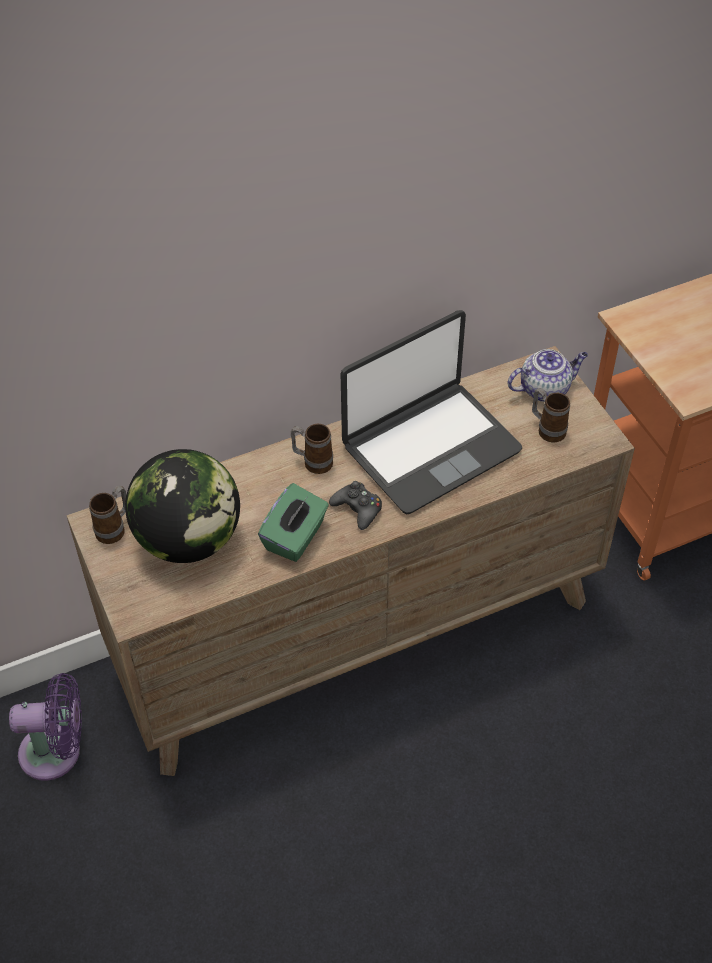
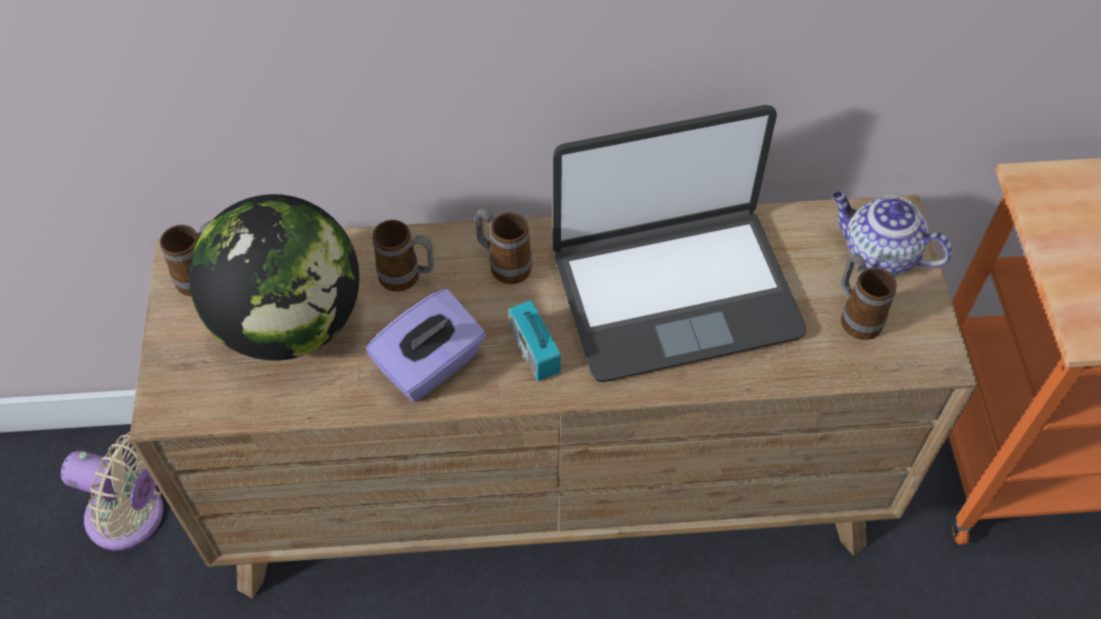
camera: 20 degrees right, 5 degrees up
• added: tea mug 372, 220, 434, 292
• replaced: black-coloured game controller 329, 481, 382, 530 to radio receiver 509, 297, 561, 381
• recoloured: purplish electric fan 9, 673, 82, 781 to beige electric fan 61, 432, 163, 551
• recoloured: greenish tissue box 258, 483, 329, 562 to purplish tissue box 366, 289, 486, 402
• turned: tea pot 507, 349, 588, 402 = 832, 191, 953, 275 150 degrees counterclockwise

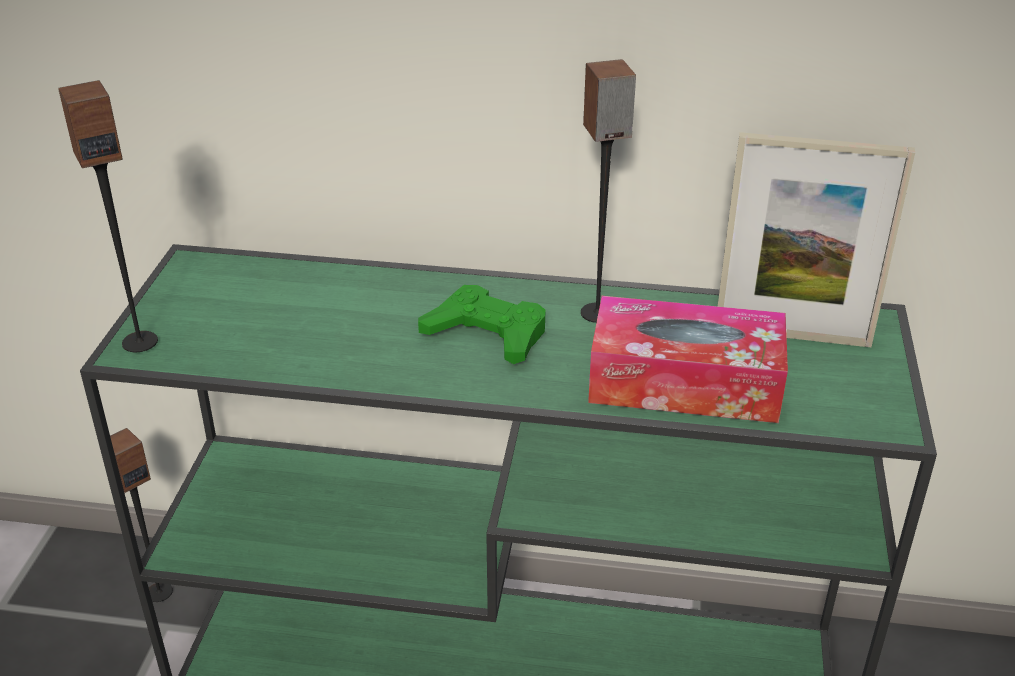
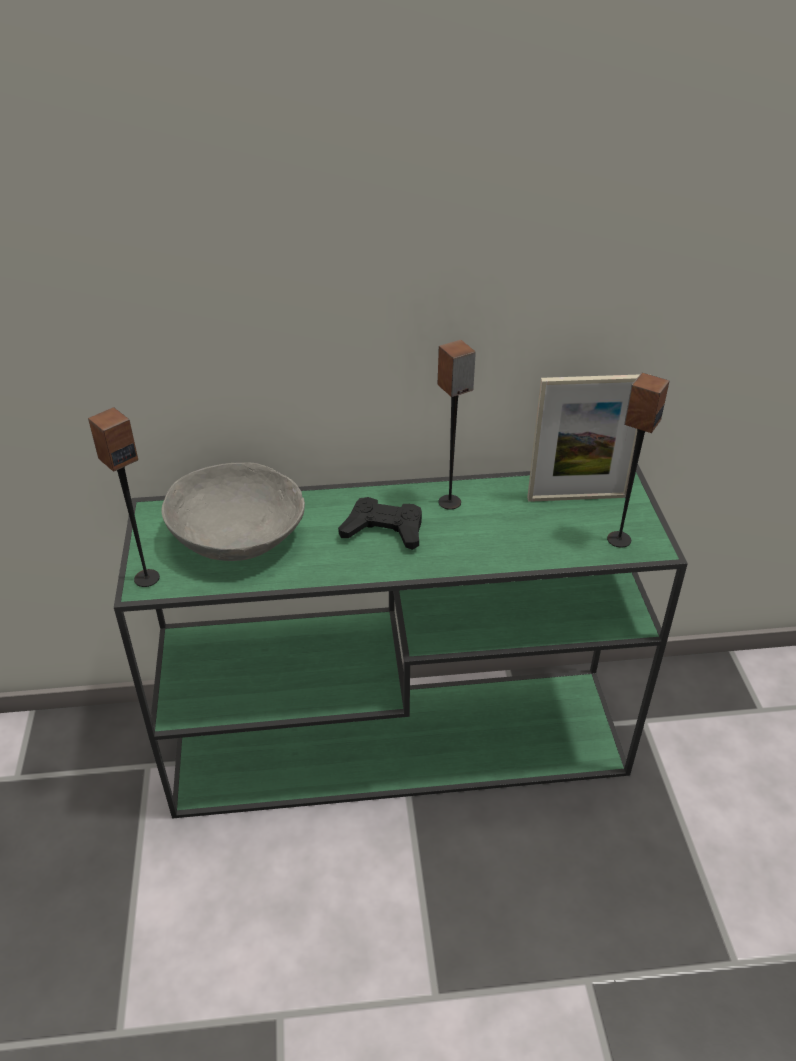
camera: 15 degrees left, 5 degrees up
• removed: tissue box 588, 296, 788, 423
• added: grey bowl 161, 462, 305, 561
• moved: loudspeaker 110, 428, 173, 602 to 607, 373, 669, 548
• recoloured: greenish game controller 418, 285, 545, 364 to black-coloured game controller 338, 497, 422, 550

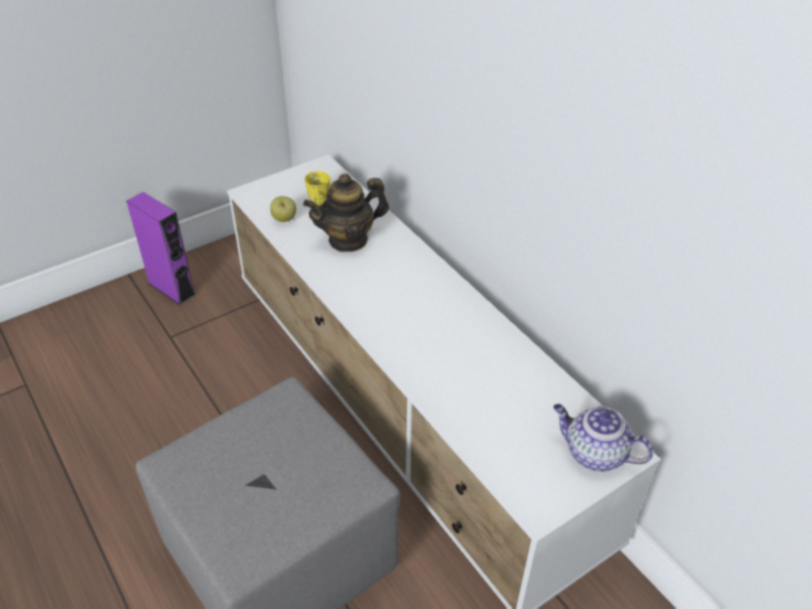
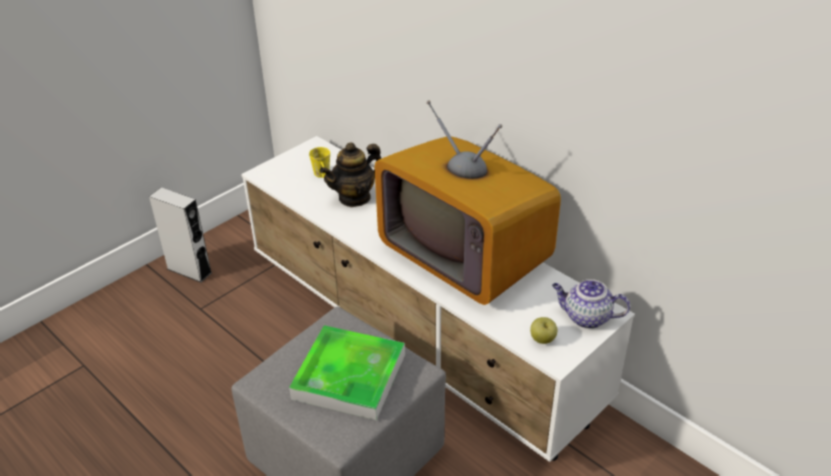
camera: 10 degrees left, 5 degrees down
• added: carrying tray 289, 325, 405, 420
• added: television 375, 100, 561, 305
• moved: apple fruit 270, 196, 296, 222 to 530, 317, 557, 344
• recoloured: purplish loudspeaker 126, 192, 196, 305 to grey loudspeaker 149, 187, 212, 283

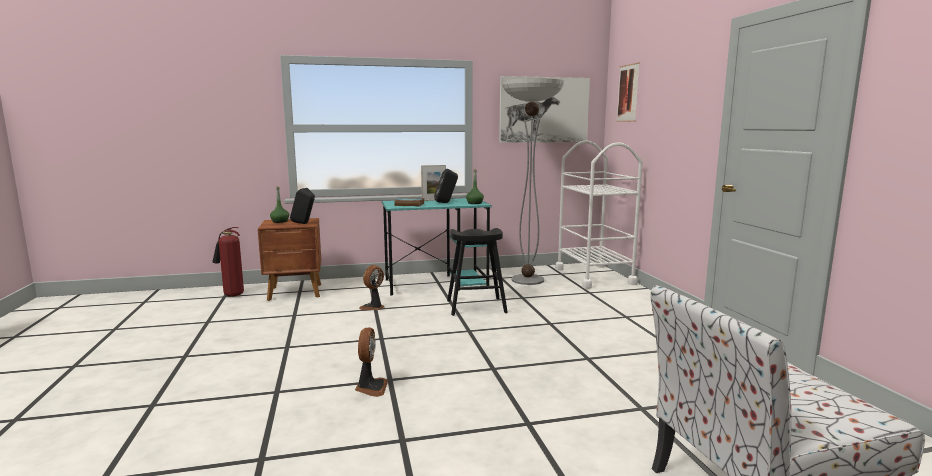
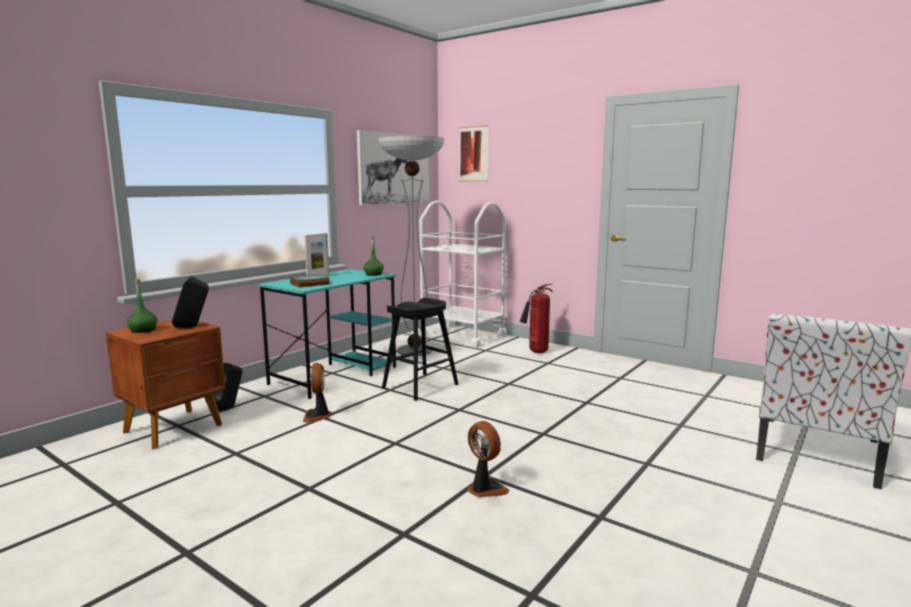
camera: 40 degrees left, 0 degrees up
• moved: extinguisher 212, 227, 244, 297 to 520, 284, 553, 353
• moved: black-coloured loudspeaker 434, 169, 458, 203 to 213, 363, 242, 411

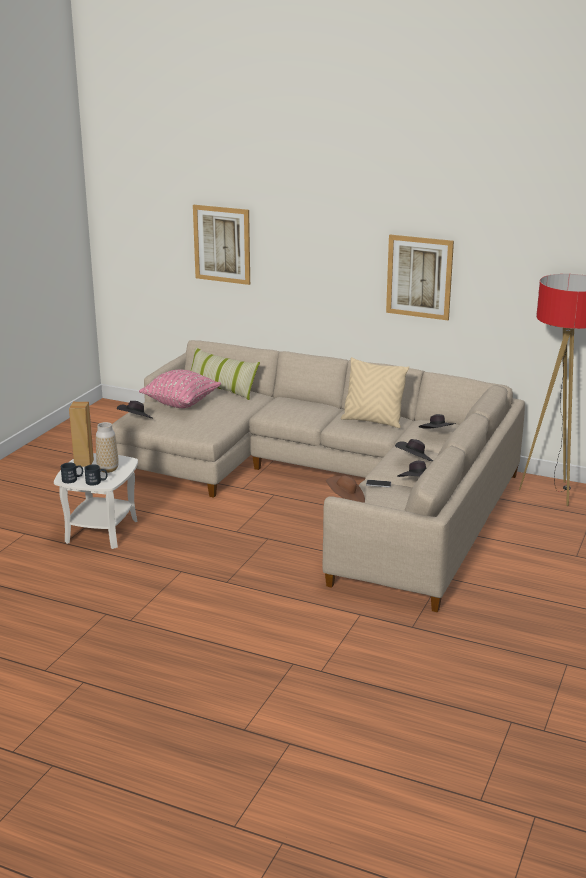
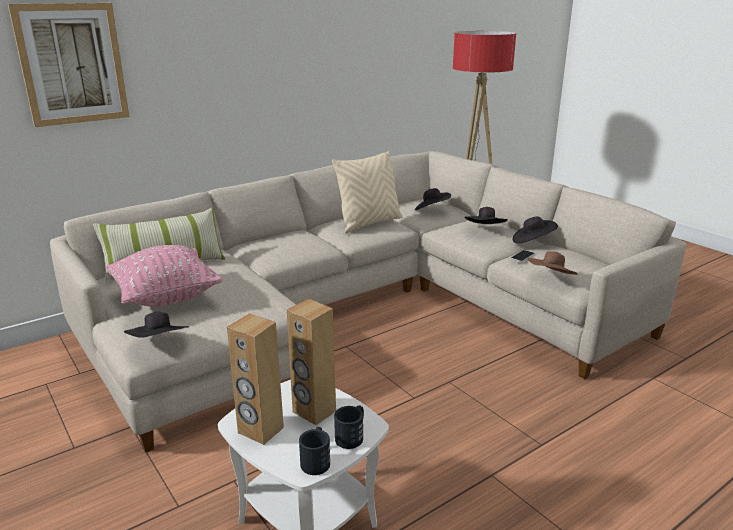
camera: 60 degrees left, 0 degrees up
• removed: wall art 386, 235, 454, 320
• replaced: flower vase 96, 422, 119, 473 to brown loudspeaker 287, 299, 336, 425

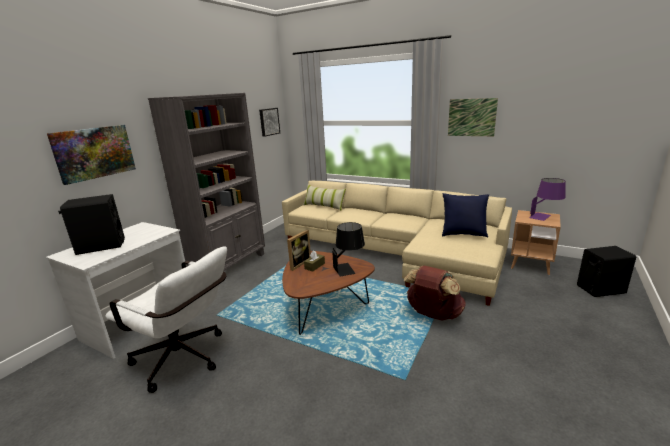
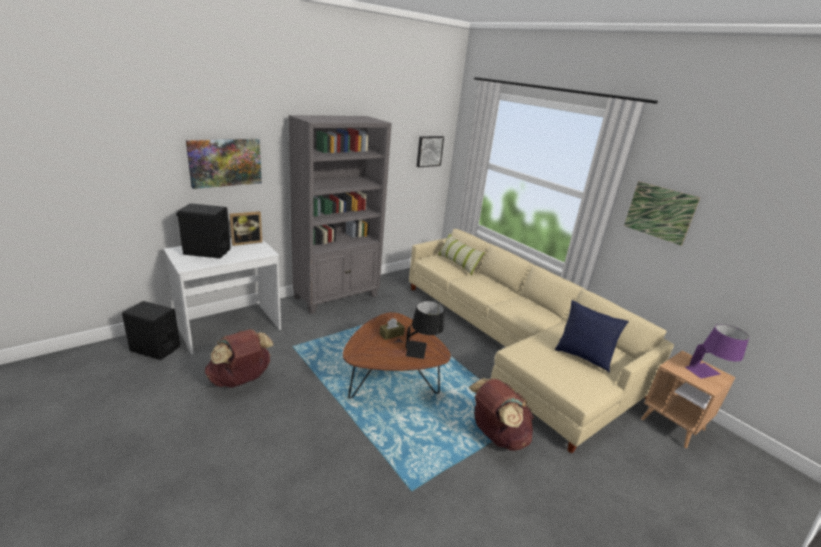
camera: 20 degrees right, 5 degrees up
• moved: photo frame 287, 230, 311, 271 to 229, 211, 262, 246
• moved: black-coloured loudspeaker 577, 246, 636, 297 to 122, 301, 180, 360
• replaced: white-coloured computer chair 105, 246, 227, 393 to brown rucksack 205, 329, 274, 388

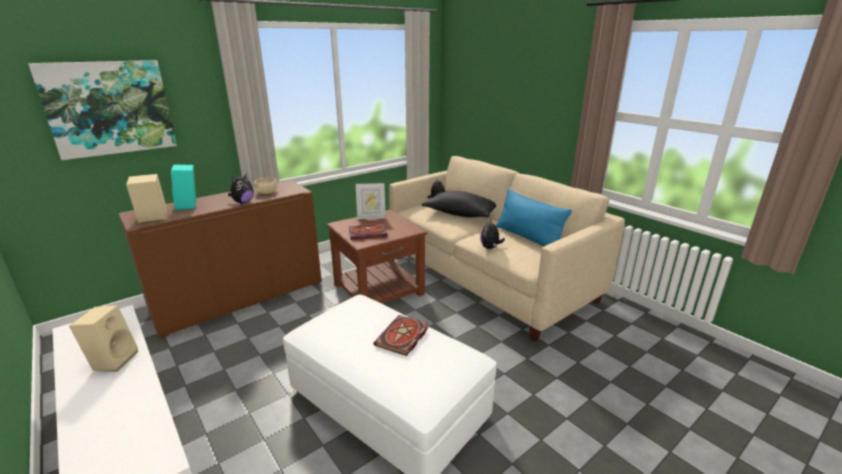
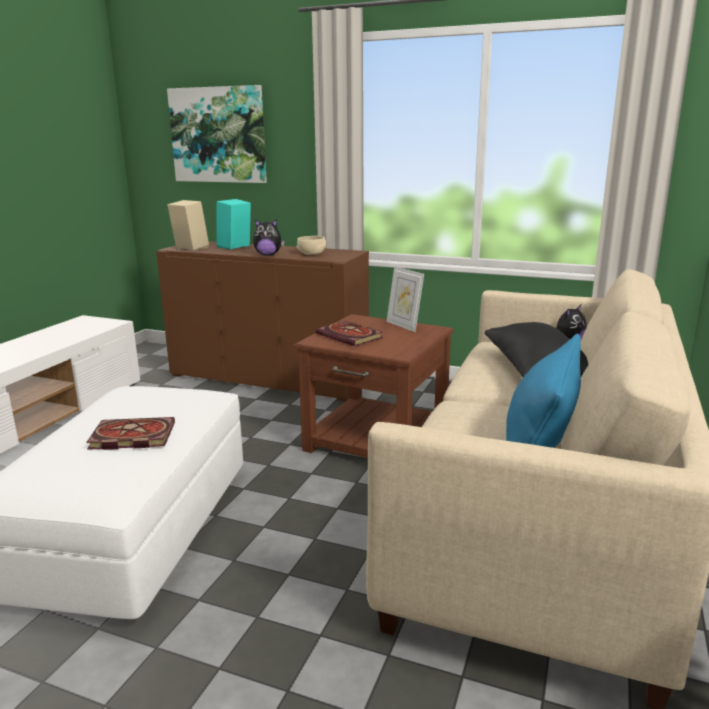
camera: 60 degrees right, 5 degrees down
• removed: beige loudspeaker 69, 305, 138, 372
• removed: plush toy 480, 219, 505, 249

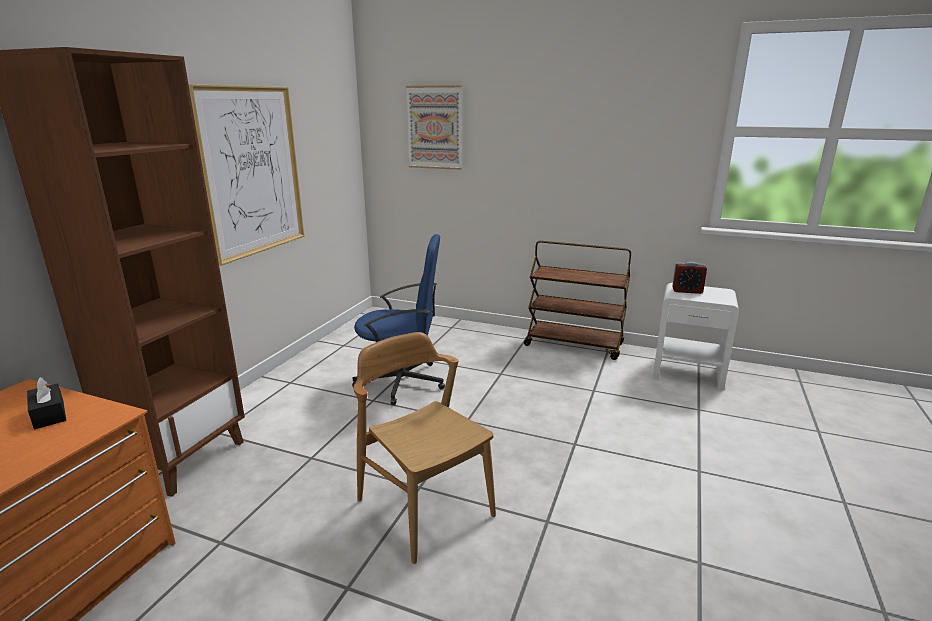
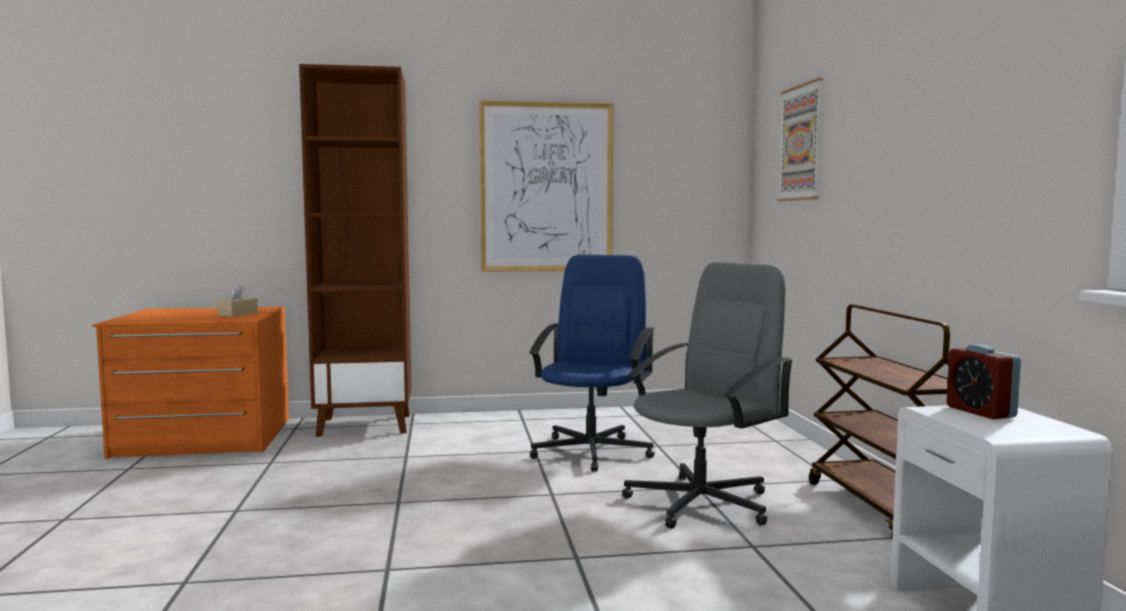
camera: 60 degrees right, 15 degrees down
• removed: brown chair 353, 332, 496, 564
• added: grey computer chair 622, 262, 794, 529
• recoloured: black-coloured tissue box 27, 377, 66, 429 to beige tissue box 217, 285, 258, 317
• turned: blue computer chair 352, 234, 445, 405 = 529, 255, 655, 472 135 degrees counterclockwise

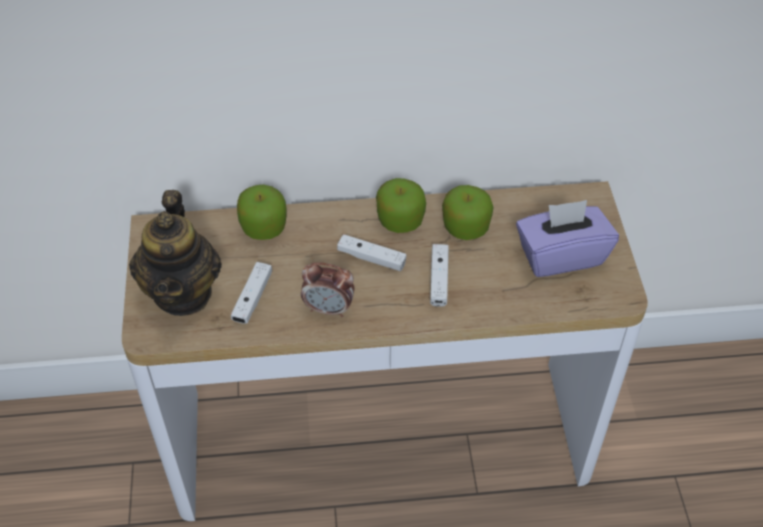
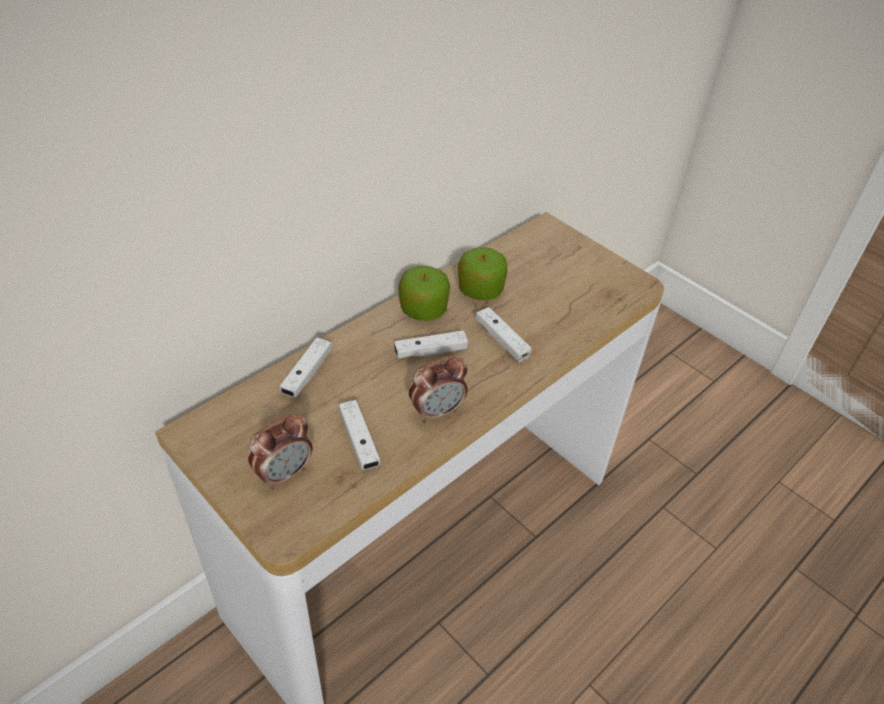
camera: 40 degrees left, 5 degrees down
• removed: purplish tissue box 516, 200, 619, 277
• replaced: tea pot 129, 190, 222, 316 to table clock 248, 414, 313, 489
• replaced: apple fruit 237, 185, 287, 240 to white-coloured game controller 280, 338, 332, 397

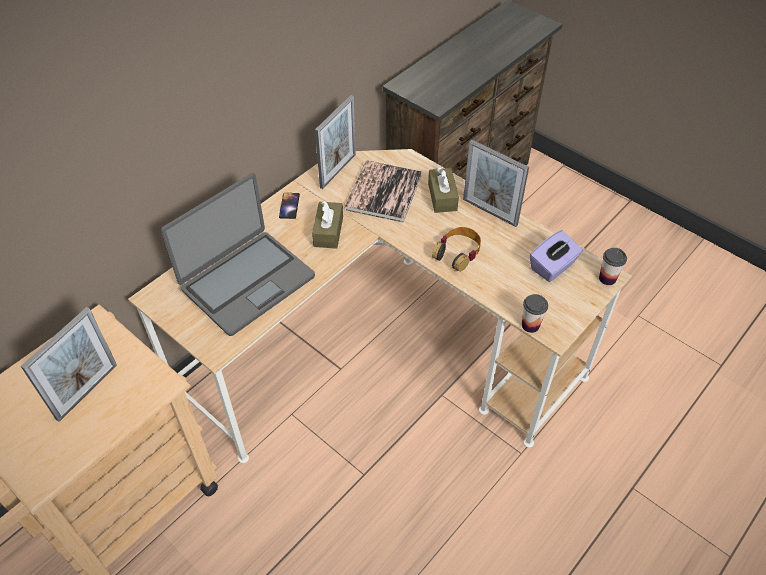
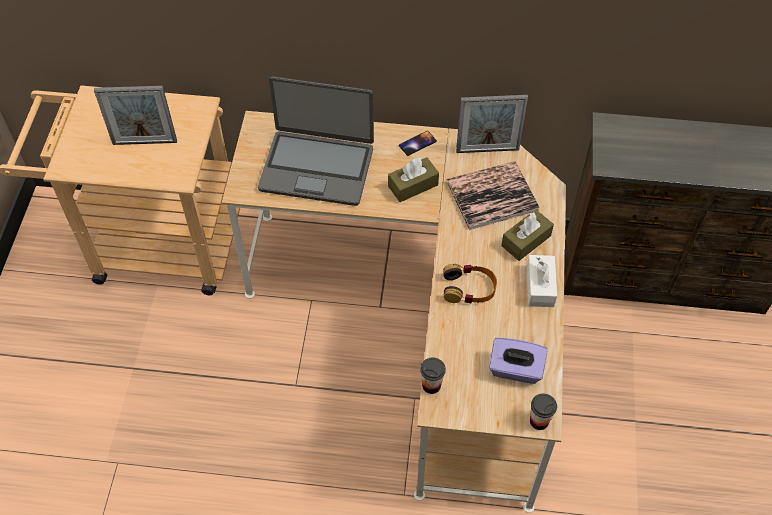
camera: 55 degrees right, 5 degrees up
• replaced: photo frame 463, 140, 529, 227 to white-coloured tissue box 527, 255, 557, 307

